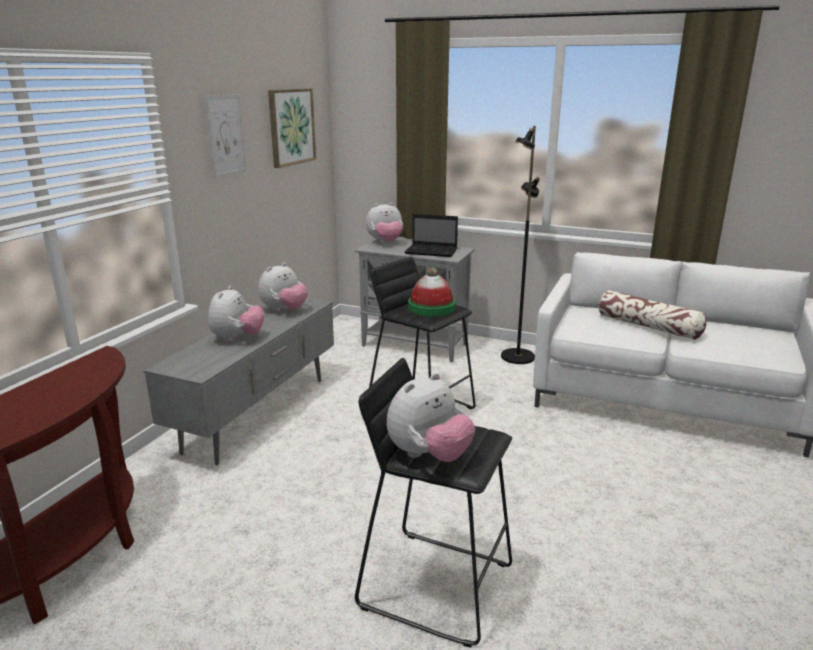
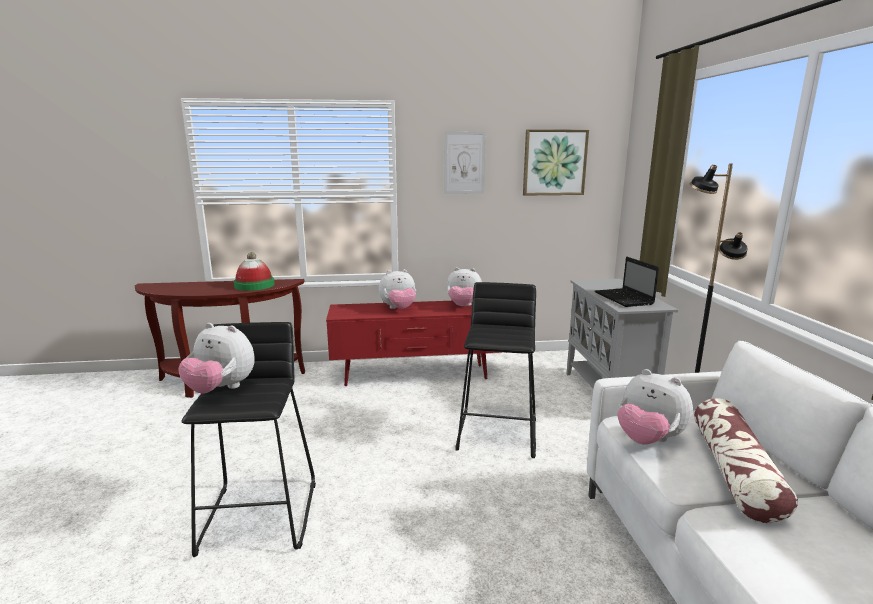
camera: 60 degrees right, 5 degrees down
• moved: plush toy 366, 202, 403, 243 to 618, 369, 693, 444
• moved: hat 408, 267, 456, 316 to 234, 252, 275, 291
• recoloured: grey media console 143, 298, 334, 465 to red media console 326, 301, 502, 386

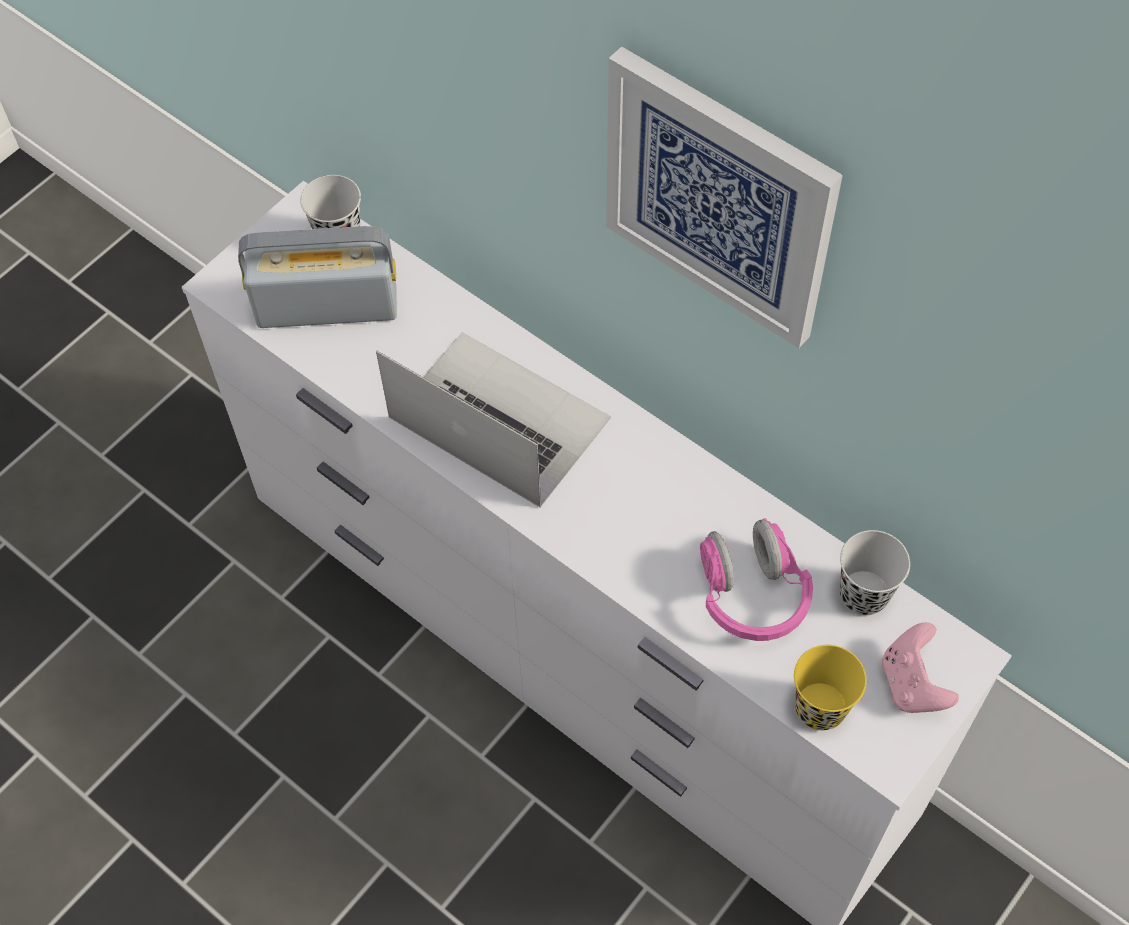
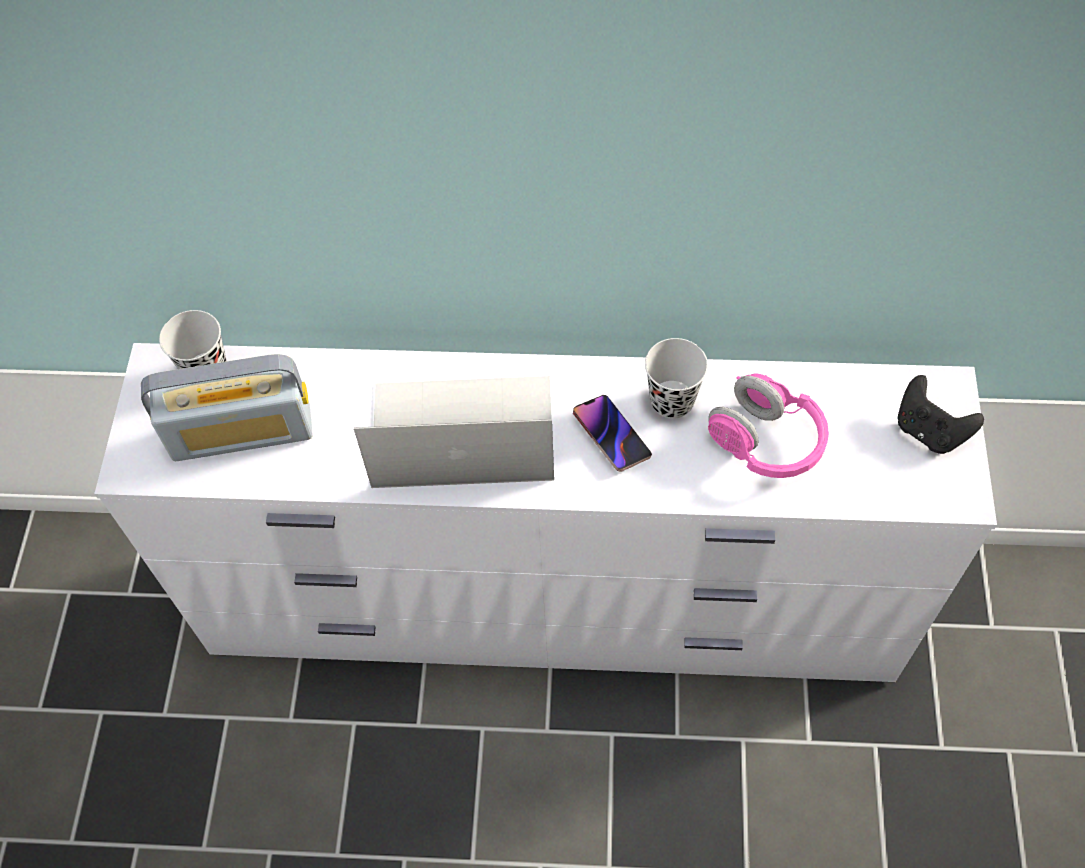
camera: 35 degrees left, 0 degrees up
• removed: wall art 606, 46, 843, 348
• removed: yellowish small cup 794, 645, 867, 730
• added: phone 573, 395, 652, 472
• moved: black-coloured small cup 840, 530, 910, 615 to 645, 338, 708, 419
• recoloured: pink game controller 882, 622, 959, 713 to black-coloured game controller 898, 375, 984, 454
• turned: radio receiver 238, 226, 397, 328 = 141, 354, 313, 461 150 degrees counterclockwise

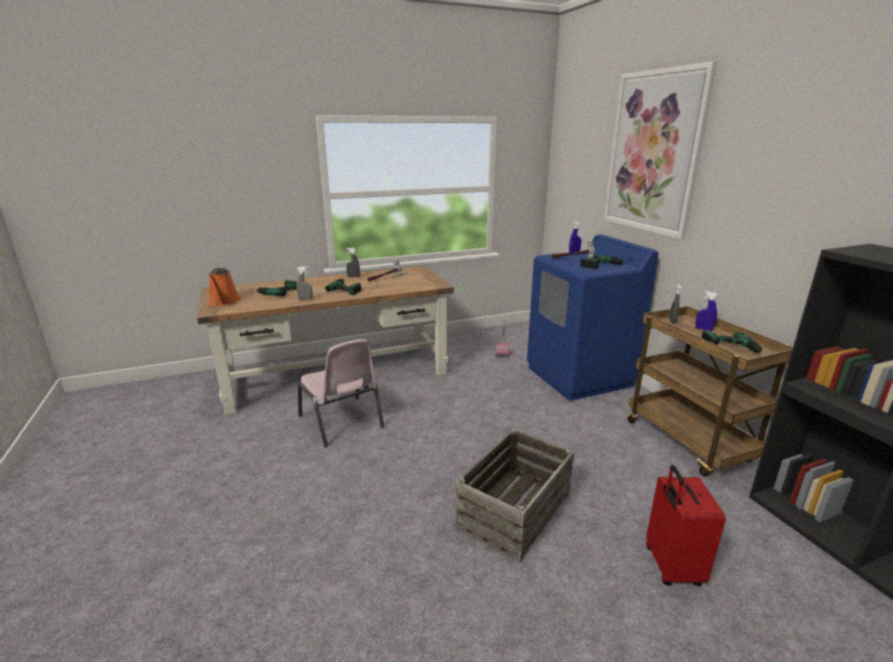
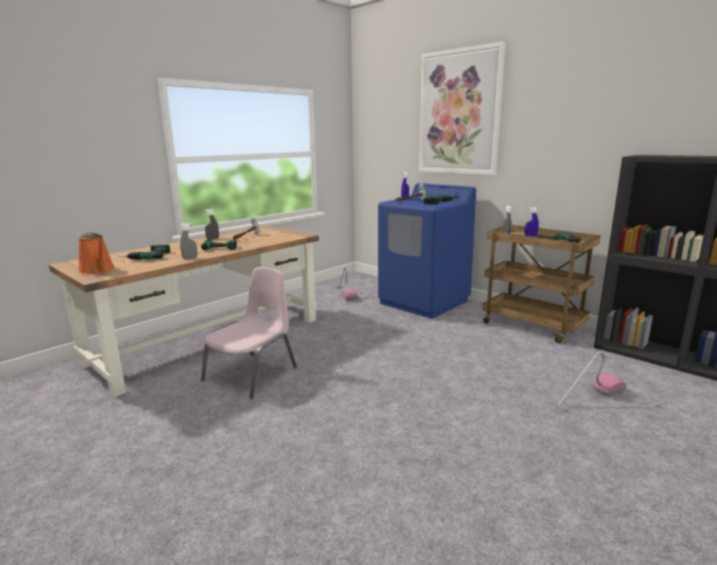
camera: 25 degrees left, 5 degrees down
• removed: packing crate 454, 429, 574, 562
• replaced: red piece of luggage 646, 465, 726, 586 to vacuum 550, 351, 626, 412
• turned: pink chair 298, 339, 384, 448 = 201, 267, 297, 399 90 degrees counterclockwise

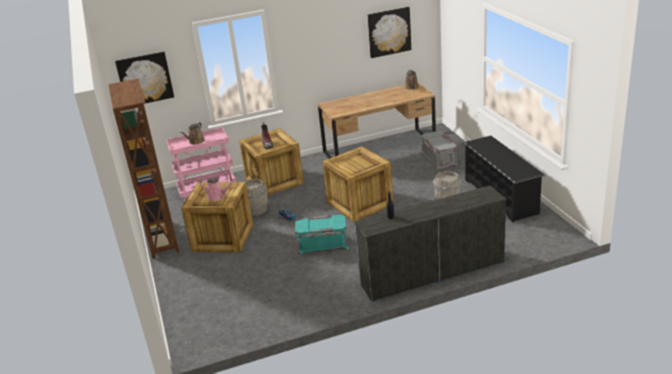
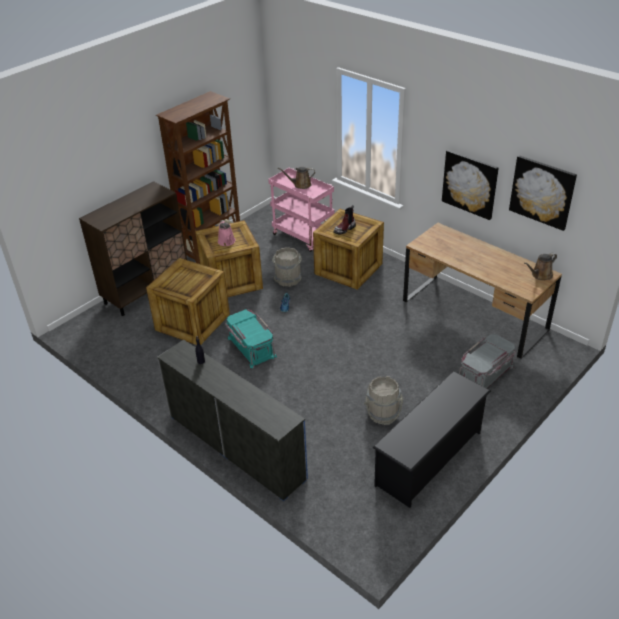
camera: 60 degrees right, 10 degrees up
• added: brown storage cabinet 79, 181, 187, 316
• moved: wall art 115, 52, 174, 104 to 442, 150, 499, 220
• moved: packing crate 322, 146, 393, 222 to 146, 258, 230, 345

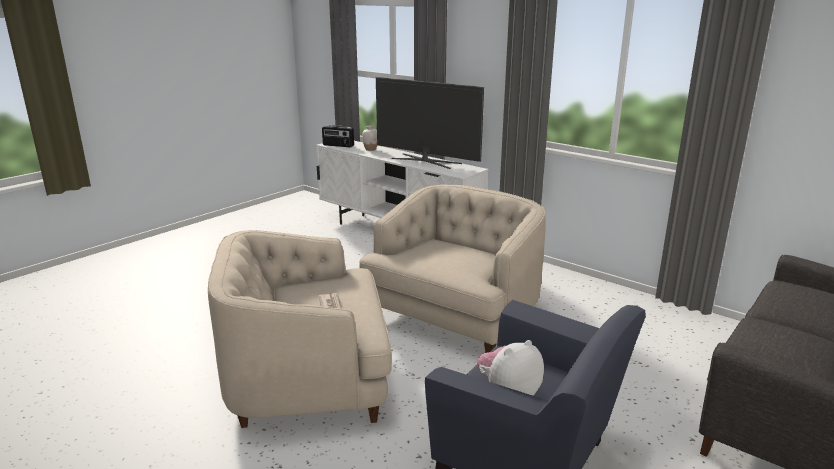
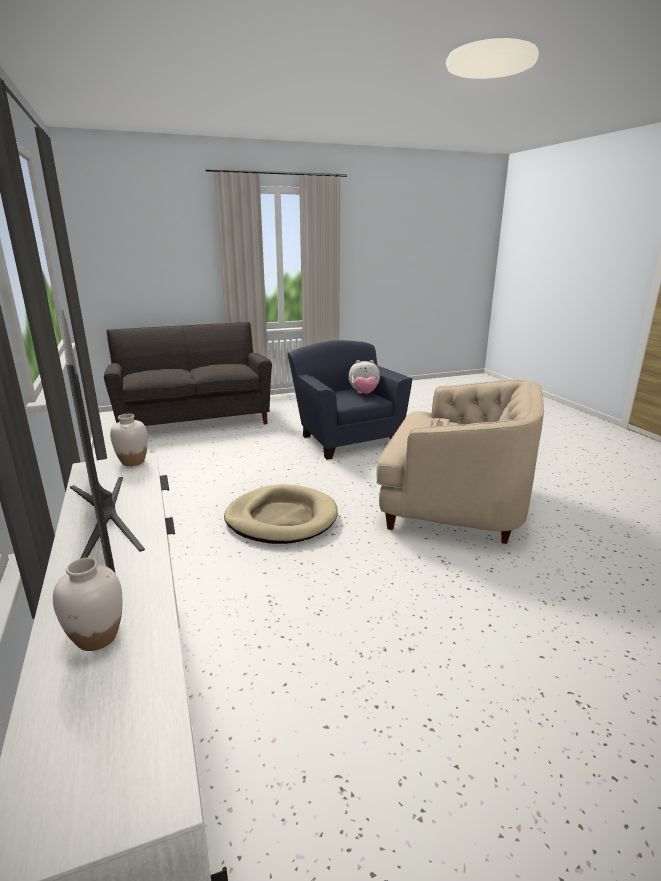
camera: 150 degrees left, 0 degrees up
• removed: radio receiver 322, 125, 354, 147
• added: white-coloured flower vase 110, 414, 148, 466
• replaced: beige easy chair 359, 184, 546, 353 to beige dog cushion 224, 484, 338, 544

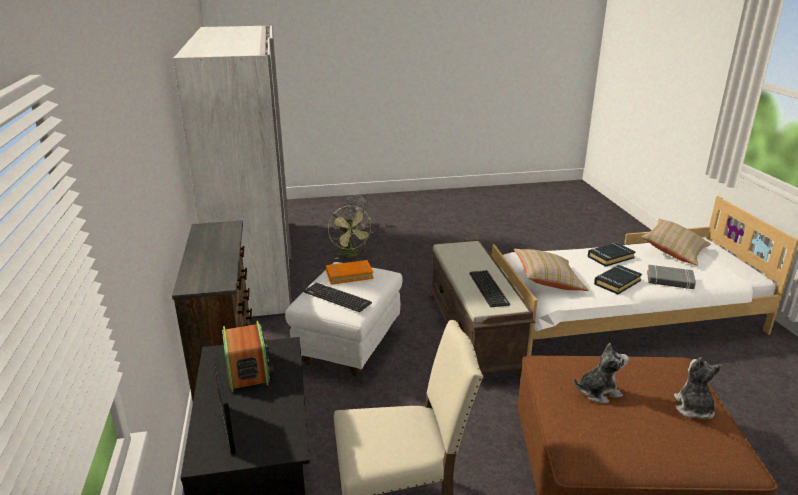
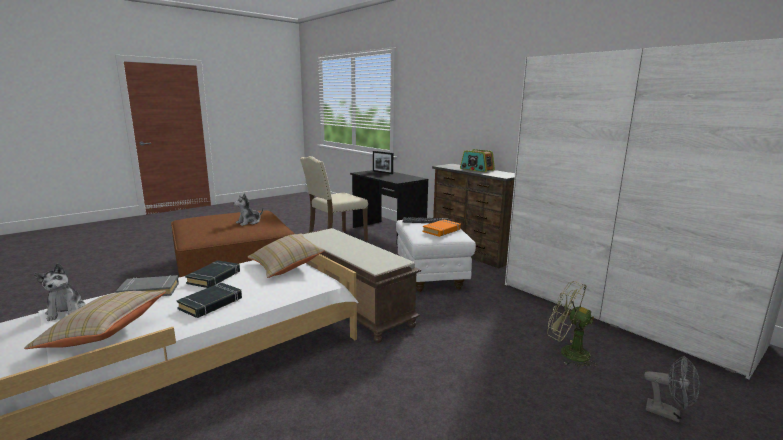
camera: 150 degrees right, 10 degrees down
• removed: PC keyboard 469, 270, 510, 307
• moved: radio receiver 222, 321, 274, 392 to 460, 149, 495, 172
• moved: plush toy 674, 357, 722, 419 to 34, 263, 86, 321

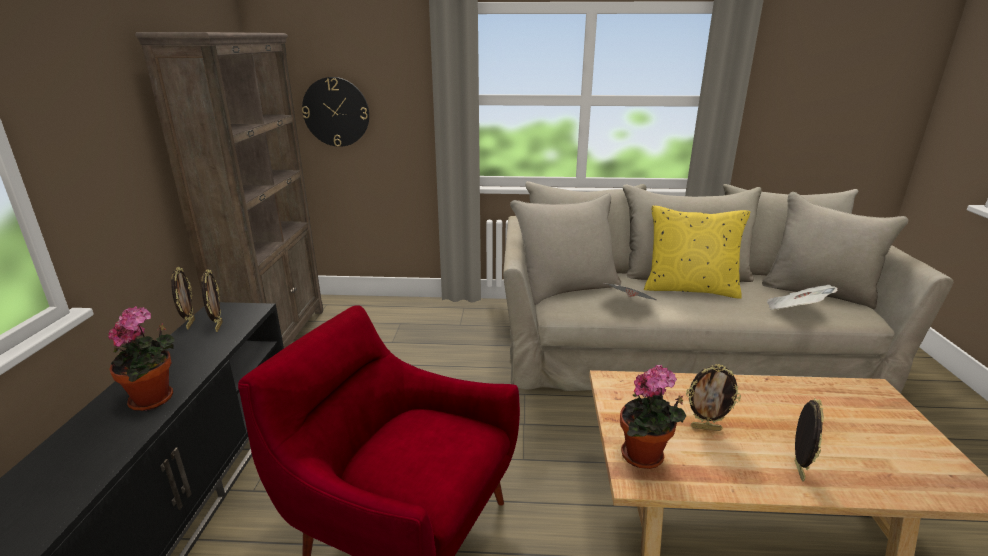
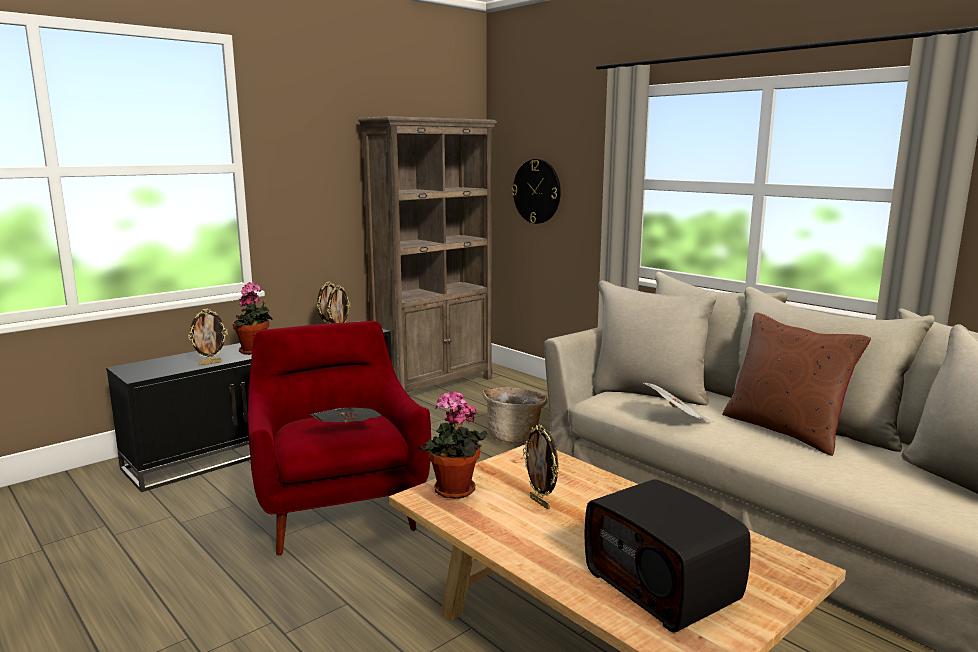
camera: 45 degrees right, 10 degrees down
• added: storage basket 482, 387, 548, 443
• added: radio receiver 585, 479, 751, 632
• moved: daily paper 767, 285, 838, 310 to 309, 407, 382, 422
• moved: photo frame 795, 398, 824, 482 to 188, 308, 228, 365
• recoloured: yellowish throw pillow 644, 206, 750, 298 to brown throw pillow 722, 312, 871, 456

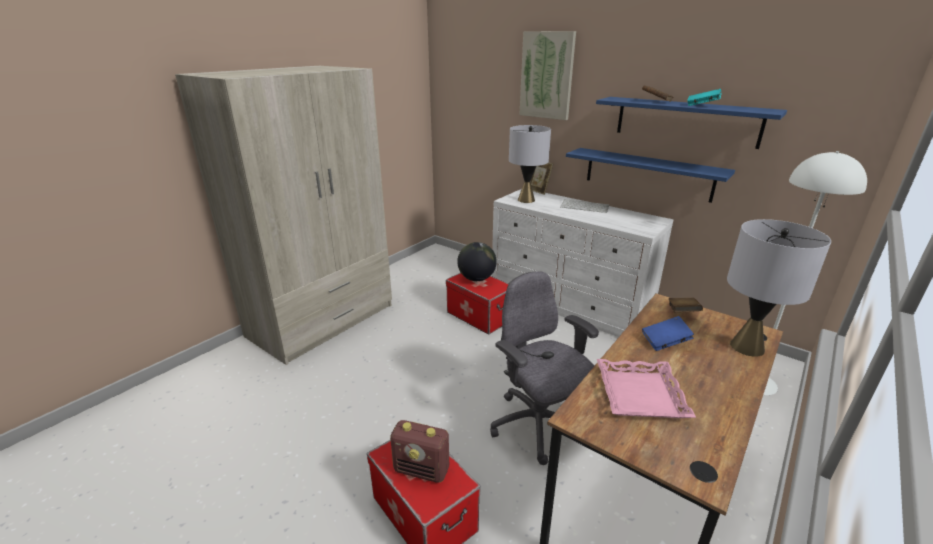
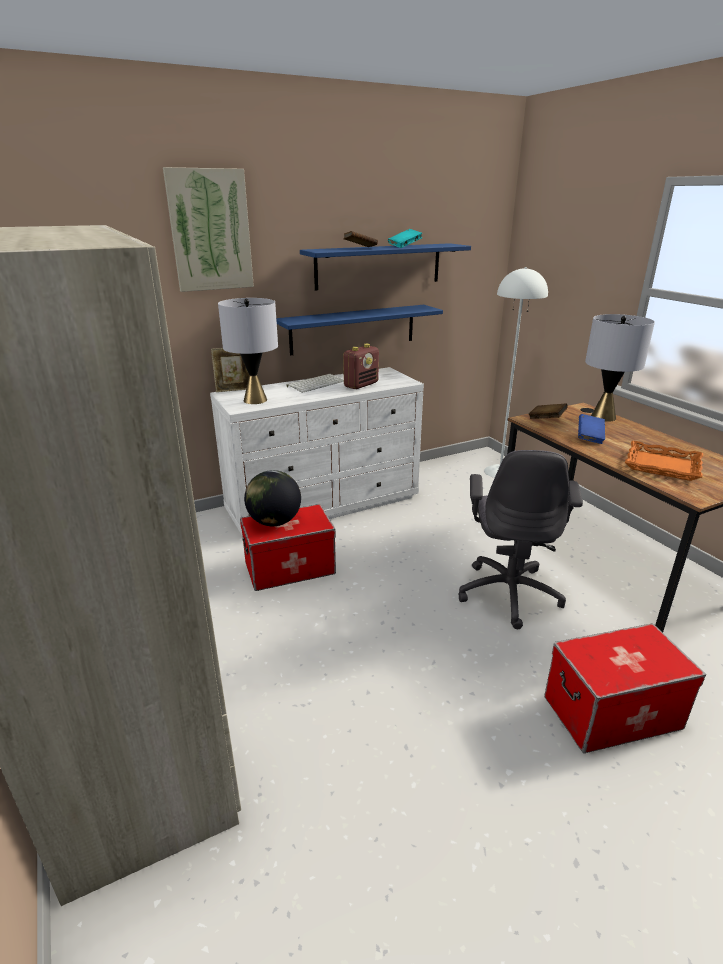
camera: 65 degrees left, 0 degrees up
• moved: radio receiver 390, 420, 449, 483 to 343, 344, 379, 389
• recoloured: pink carrying tray 597, 359, 696, 418 to orange carrying tray 625, 441, 703, 481
• turned: grey computer chair 490, 271, 599, 465 = 458, 450, 583, 629 75 degrees counterclockwise

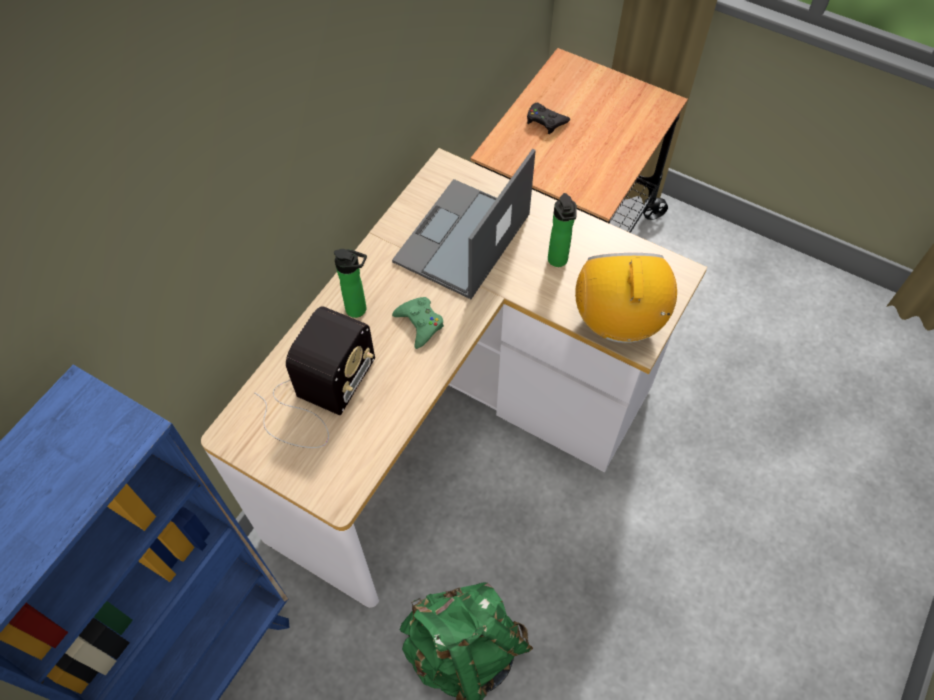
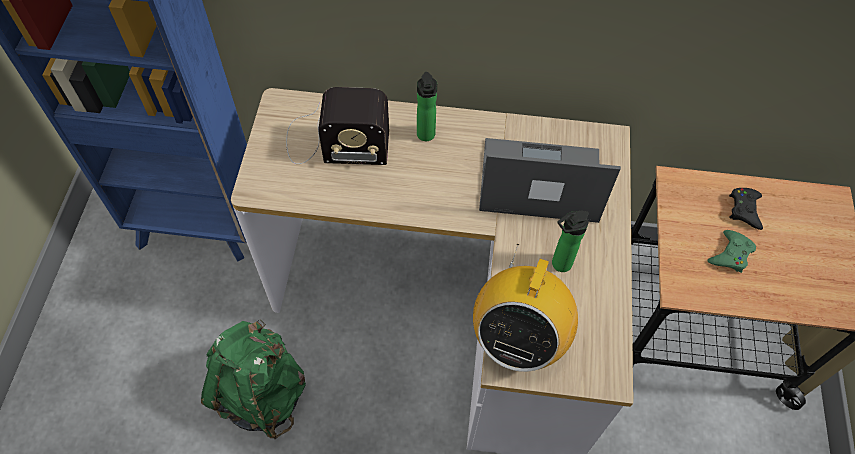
camera: 65 degrees right, 0 degrees up
• moved: greenish game controller 392, 297, 444, 349 to 707, 230, 756, 273
• turned: radio receiver 575, 253, 677, 343 = 473, 244, 578, 372 135 degrees clockwise

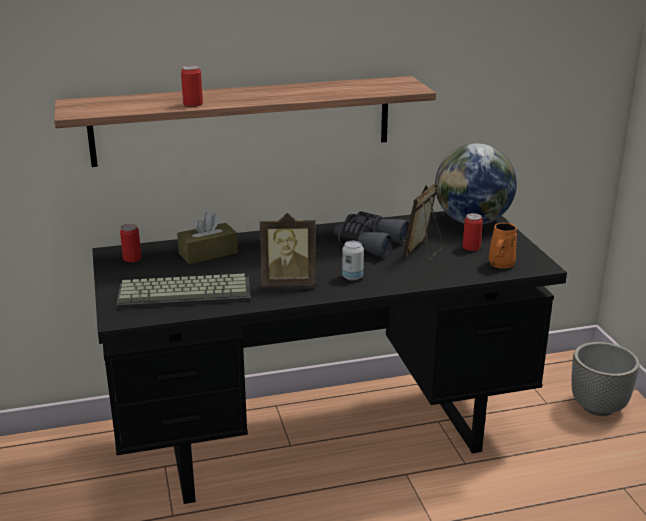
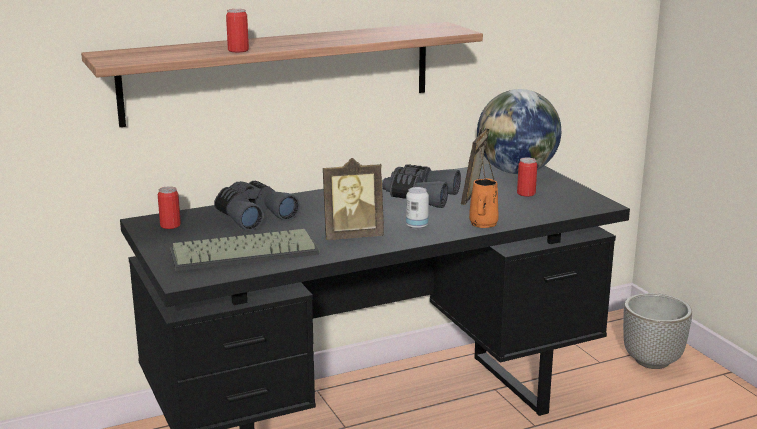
camera: 10 degrees left, 5 degrees down
• moved: orange tea mug 489, 223, 517, 268 to 469, 178, 498, 228
• replaced: brown tissue box 177, 212, 238, 264 to grey binoculars 214, 181, 300, 231

